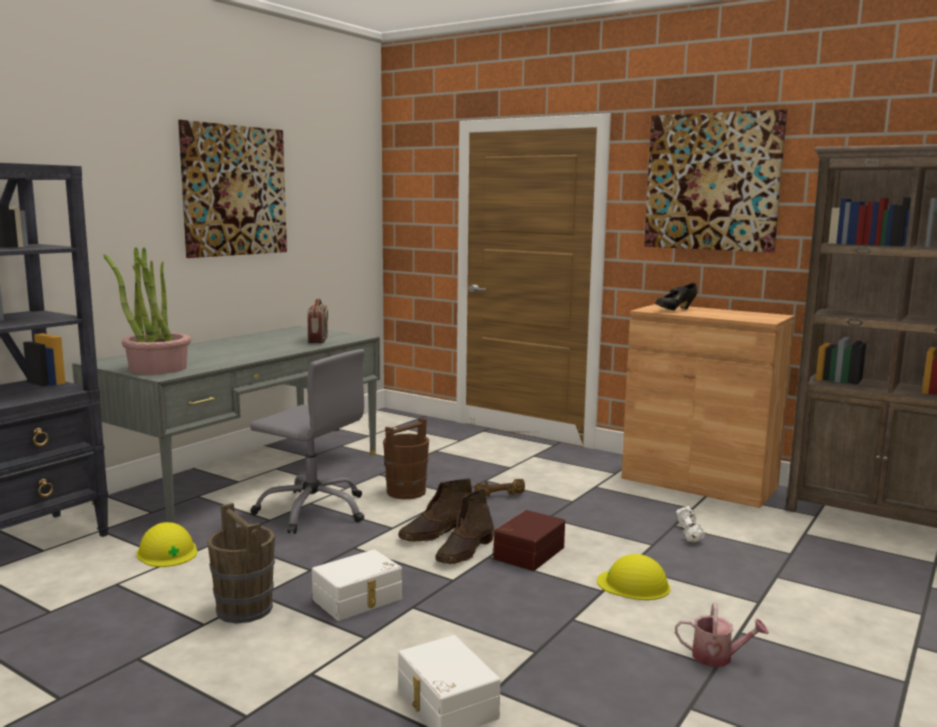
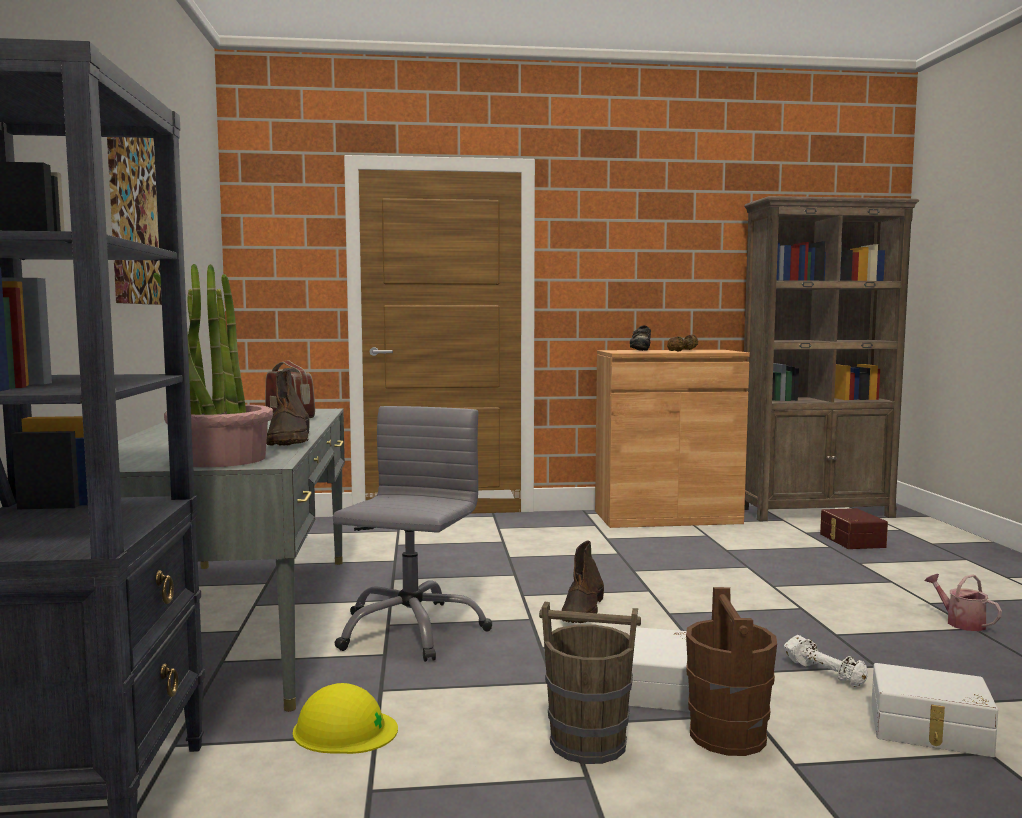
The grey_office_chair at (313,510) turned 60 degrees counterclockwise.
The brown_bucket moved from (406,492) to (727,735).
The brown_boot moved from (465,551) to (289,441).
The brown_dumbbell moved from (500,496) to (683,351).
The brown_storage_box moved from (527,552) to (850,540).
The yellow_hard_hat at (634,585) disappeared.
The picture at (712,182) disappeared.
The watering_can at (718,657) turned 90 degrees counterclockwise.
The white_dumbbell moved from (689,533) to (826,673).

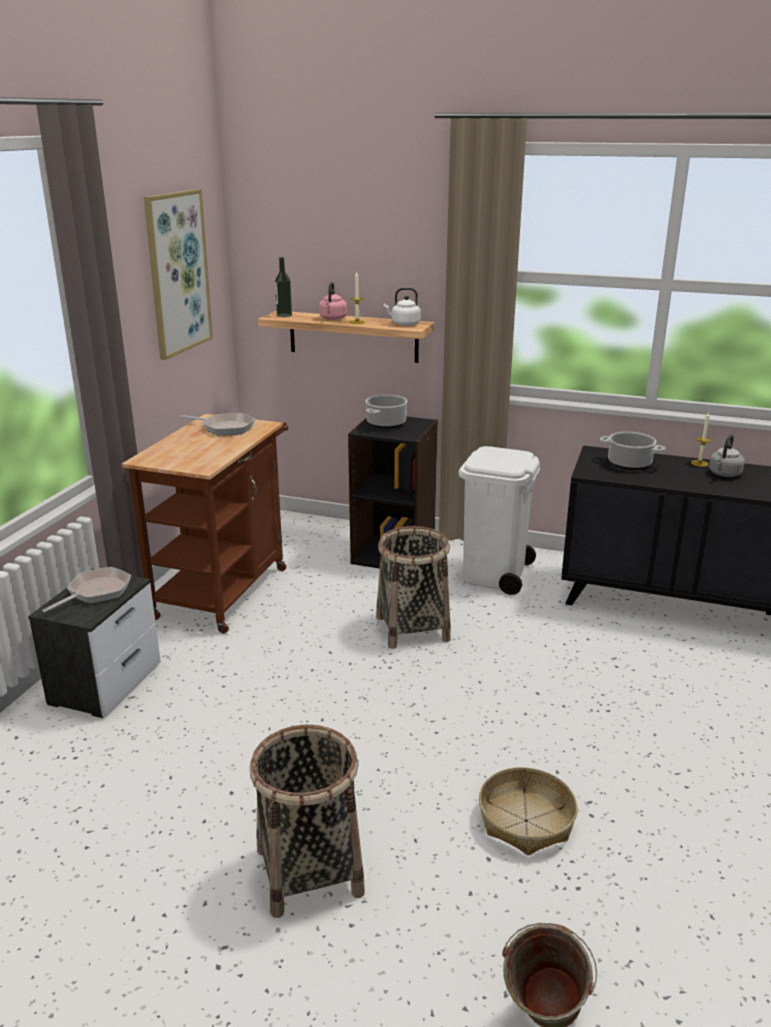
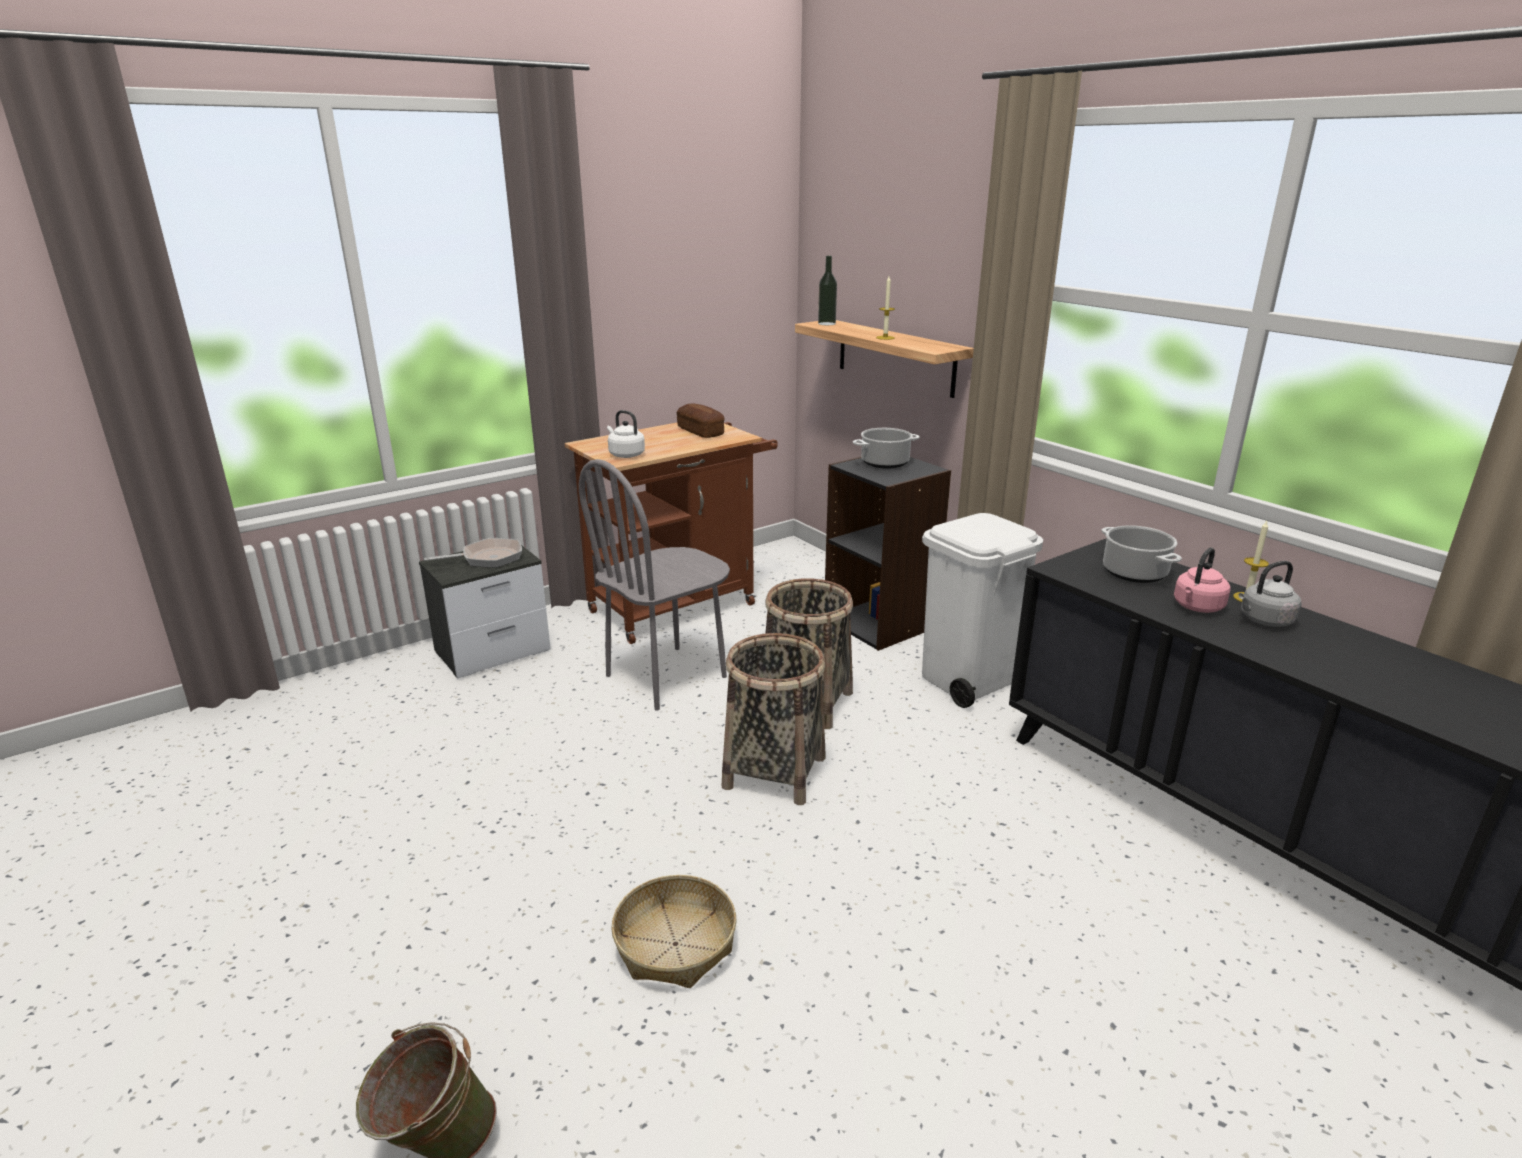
The picture at (177,273) disappeared.
The frying_pan at (225,428) was replaced by the bread at (700,432).
The basket moved from (310,871) to (775,772).
The pink_kettle moved from (333,318) to (1197,607).
The white_kettle moved from (404,324) to (625,455).
The grey_chair at (666,676) appeared.

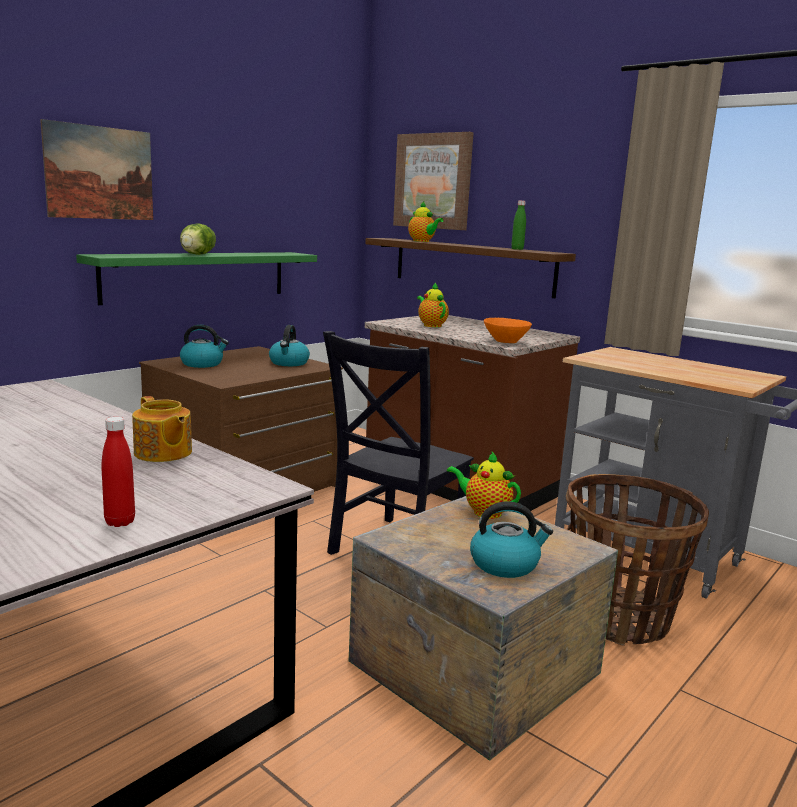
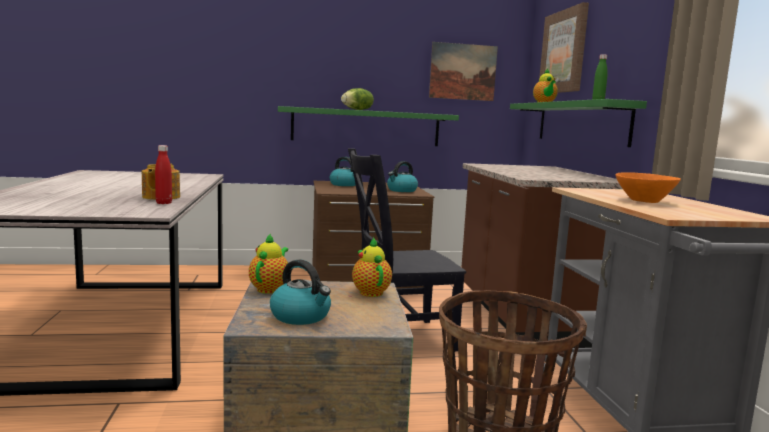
The picture moved from (100,173) to (463,72).
The red_bottle moved from (120,522) to (164,203).
The brown_shelf at (472,266) became the green_shelf at (580,123).
The teapot moved from (431,325) to (270,288).
The orange_bowl moved from (506,342) to (644,201).

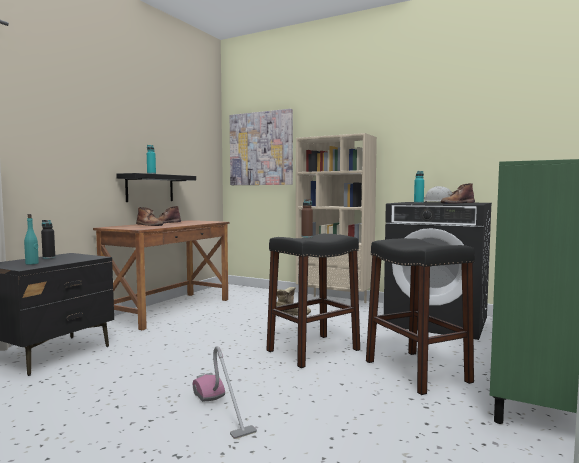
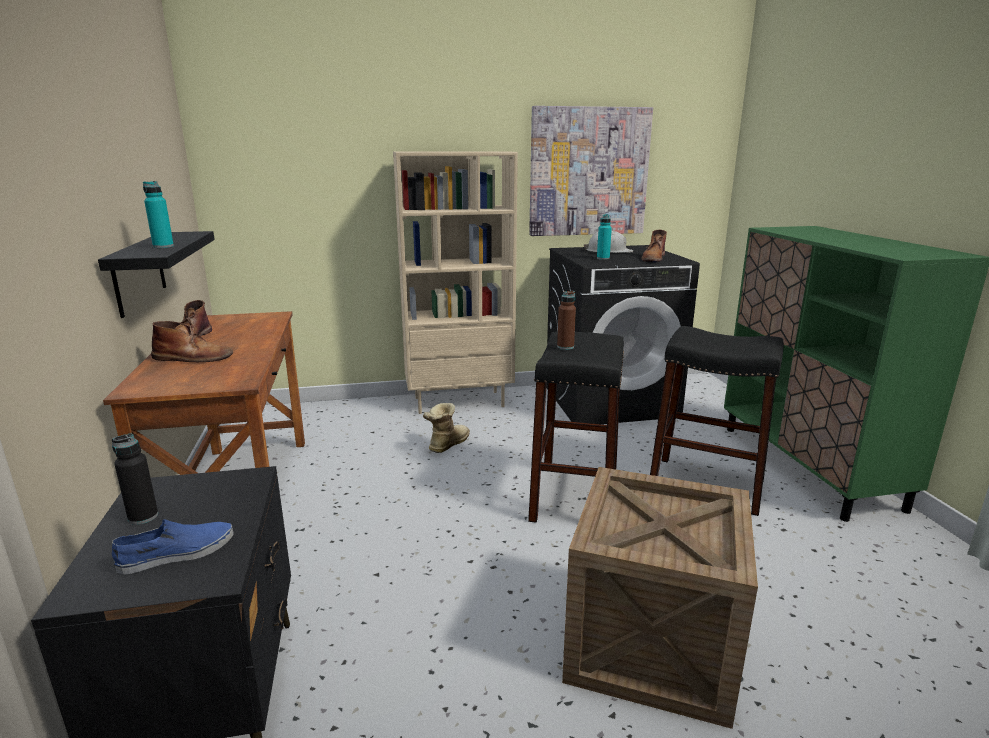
The turquoise_bottle at (32,263) was replaced by the blue_shoe at (177,554).
The vacuum_cleaner at (222,410) was replaced by the crate at (651,644).
The picture moved from (261,149) to (588,172).

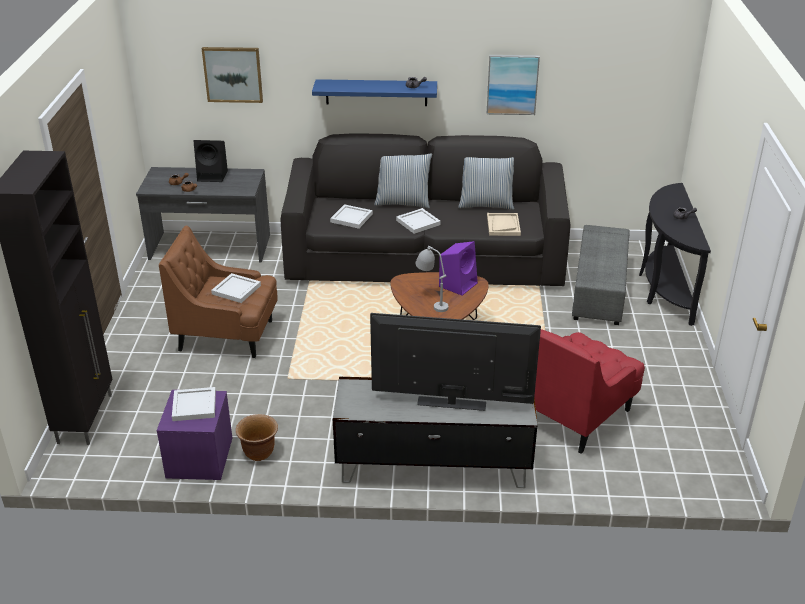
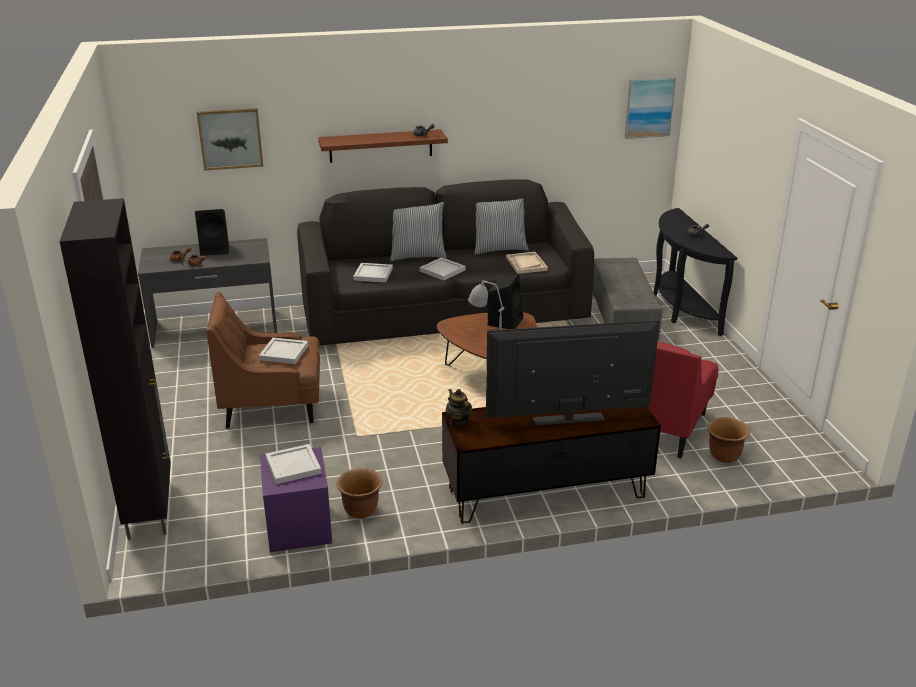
The blue_shelf at (376,92) became the brown_shelf at (380,146).
The grey_tv_stand at (433,465) became the brown_tv_stand at (545,492).
The purple_speaker at (458,284) became the black_speaker at (505,321).
The picture moved from (512,84) to (649,107).
The teapot at (458,421) appeared.
The brown_planter at (724,456) appeared.

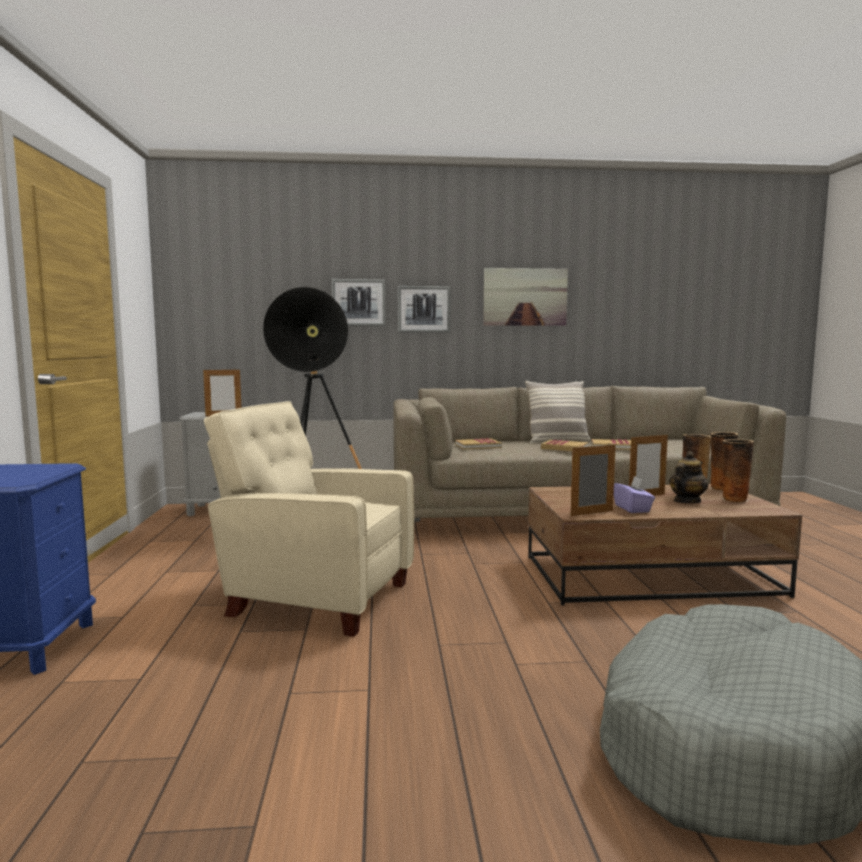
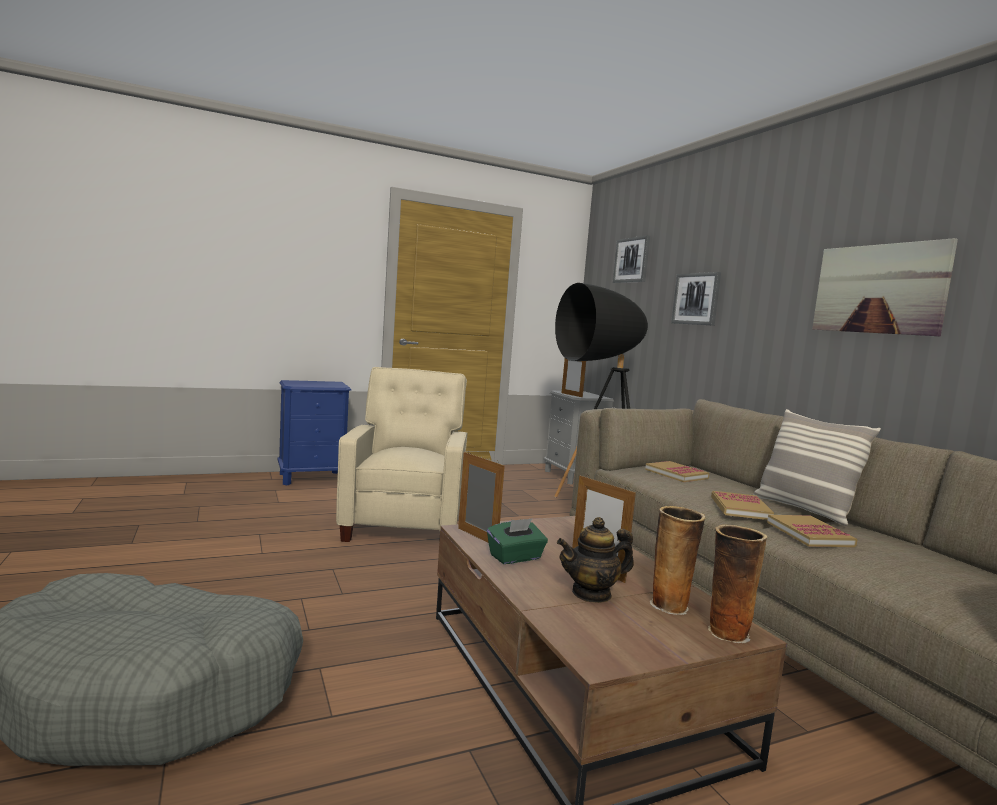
The picture moved from (424,309) to (632,260).
The purple_tissue_box at (632,509) became the green_tissue_box at (515,557).
The teapot at (686,501) turned 135 degrees clockwise.
The vase at (733,500) disappeared.

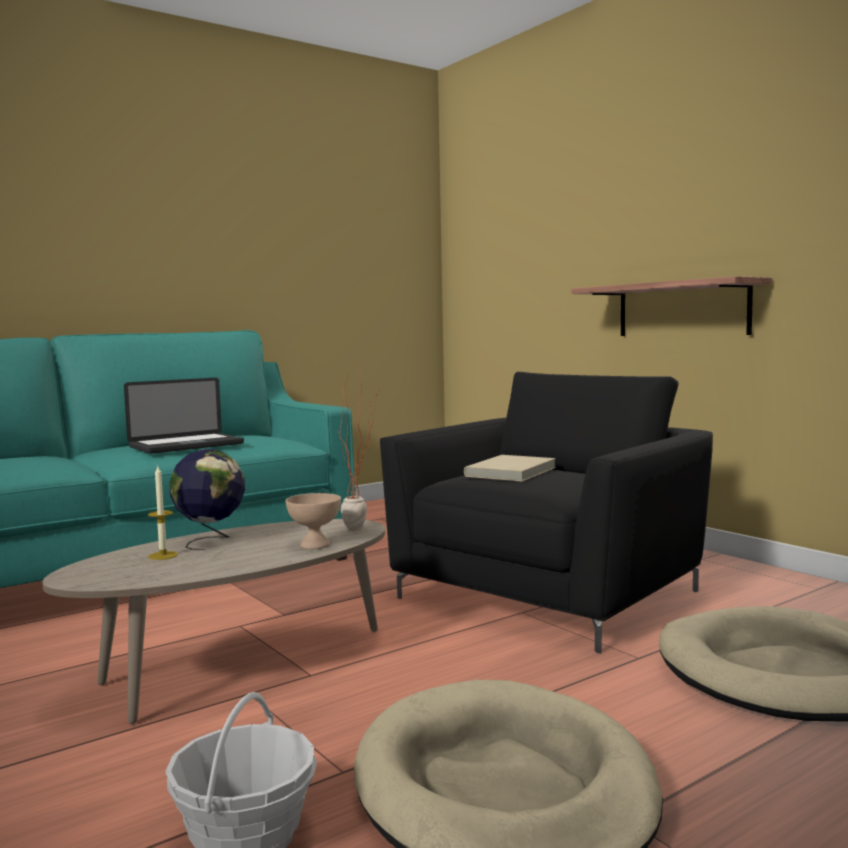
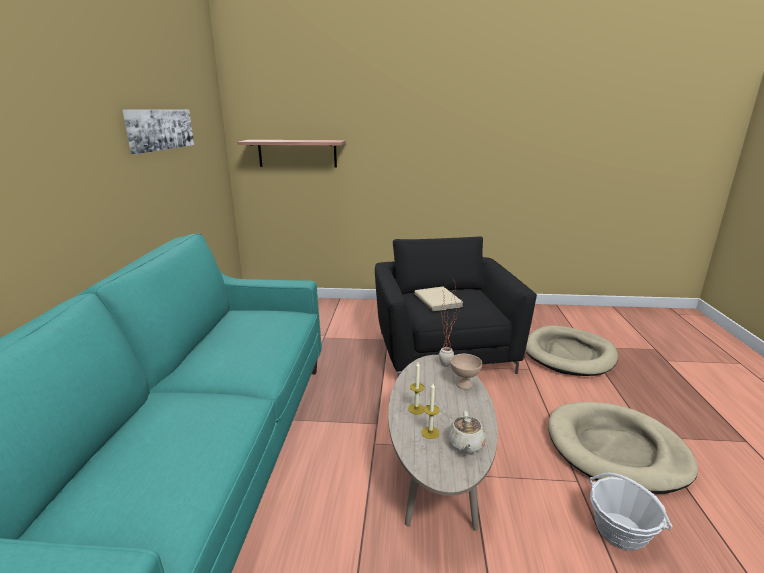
The laptop at (186,445) disappeared.
The globe at (210,541) was replaced by the candle at (416,409).
The shelf moved from (682,309) to (297,153).
The picture at (160,129) appeared.
The beige_teapot at (465,445) appeared.

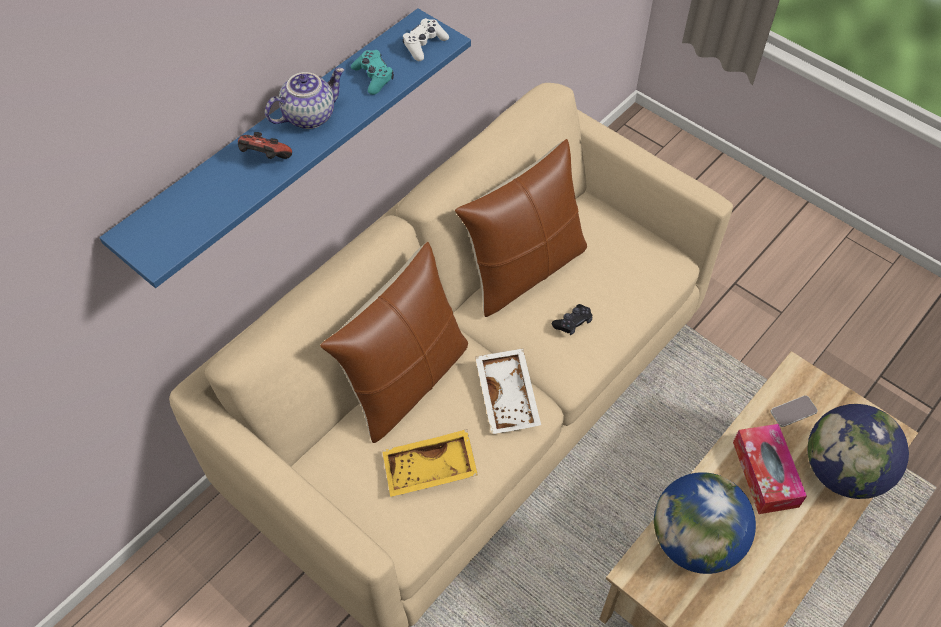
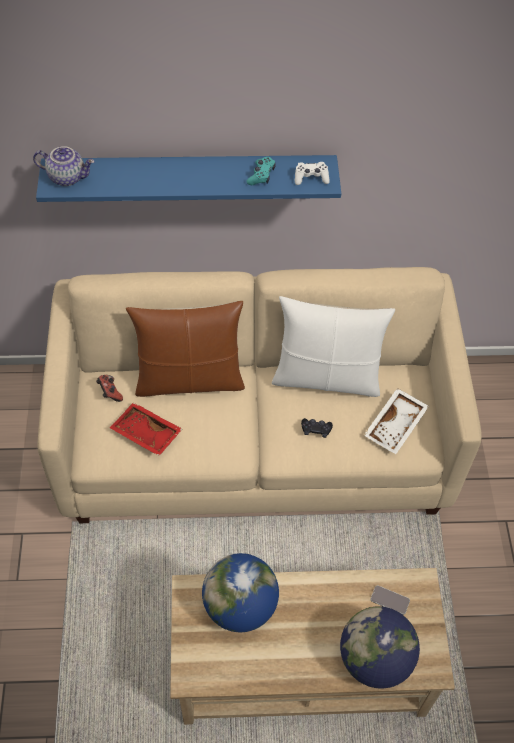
The game_controller moved from (265,158) to (110,393).
The teapot moved from (309,115) to (67,177).
The yellow_tray at (430,470) became the red_tray at (145,434).
The brown_pillow at (523,269) became the white_pillow at (327,377).
The white_tray moved from (509,396) to (396,426).
The tissue_box at (765,474) disappeared.

